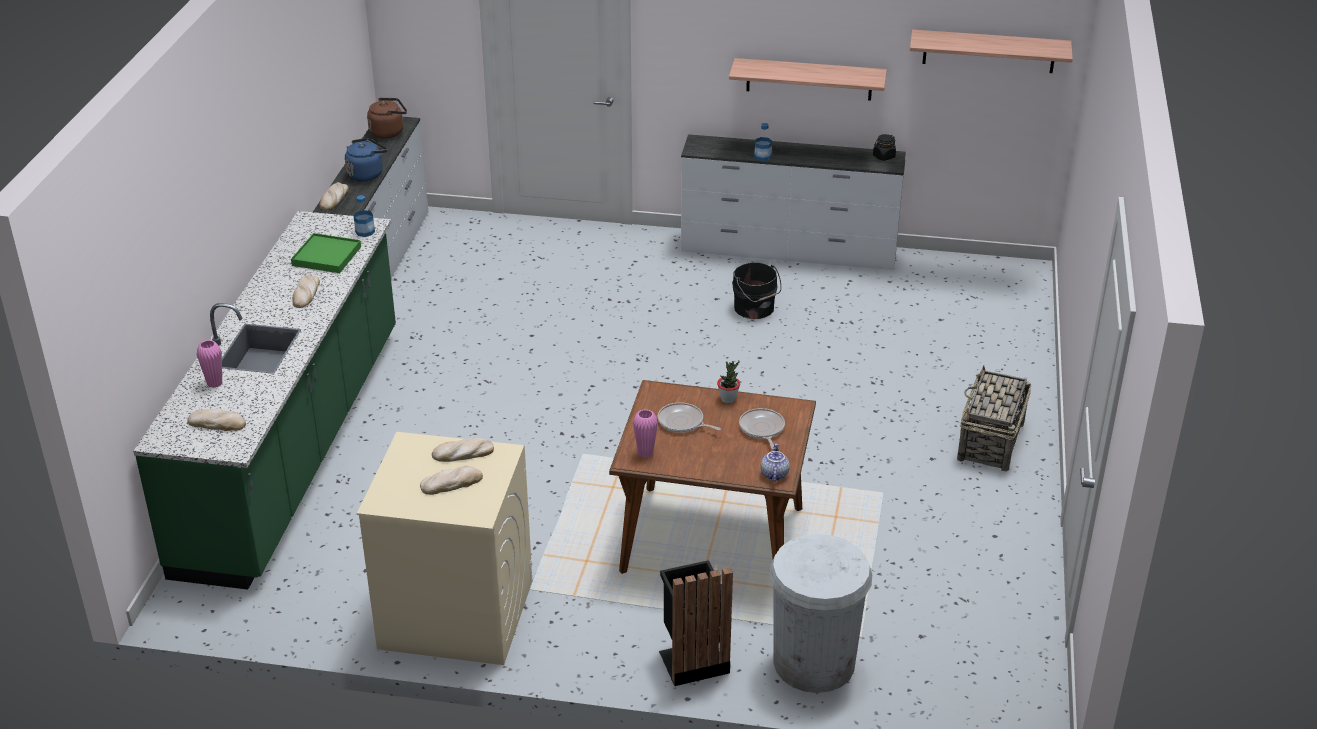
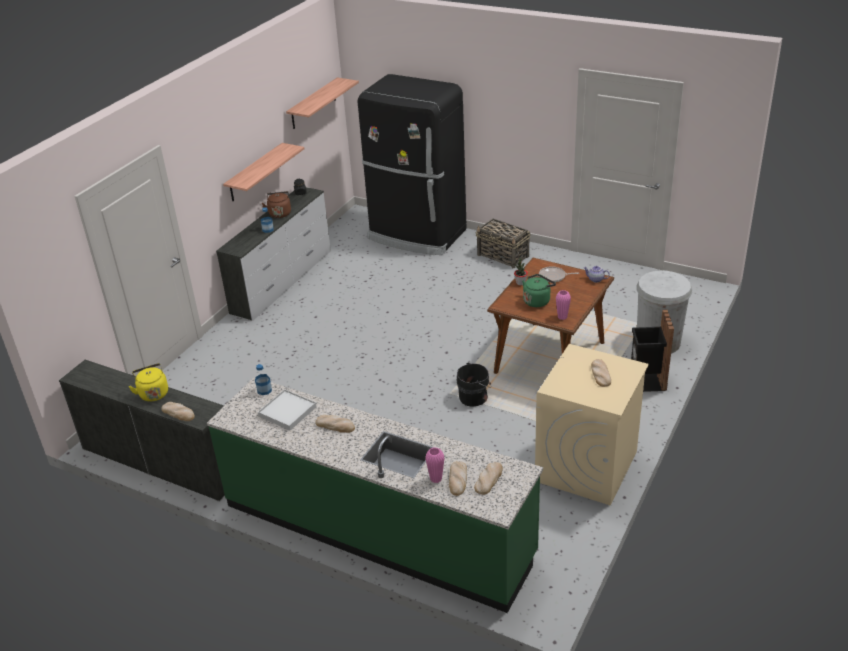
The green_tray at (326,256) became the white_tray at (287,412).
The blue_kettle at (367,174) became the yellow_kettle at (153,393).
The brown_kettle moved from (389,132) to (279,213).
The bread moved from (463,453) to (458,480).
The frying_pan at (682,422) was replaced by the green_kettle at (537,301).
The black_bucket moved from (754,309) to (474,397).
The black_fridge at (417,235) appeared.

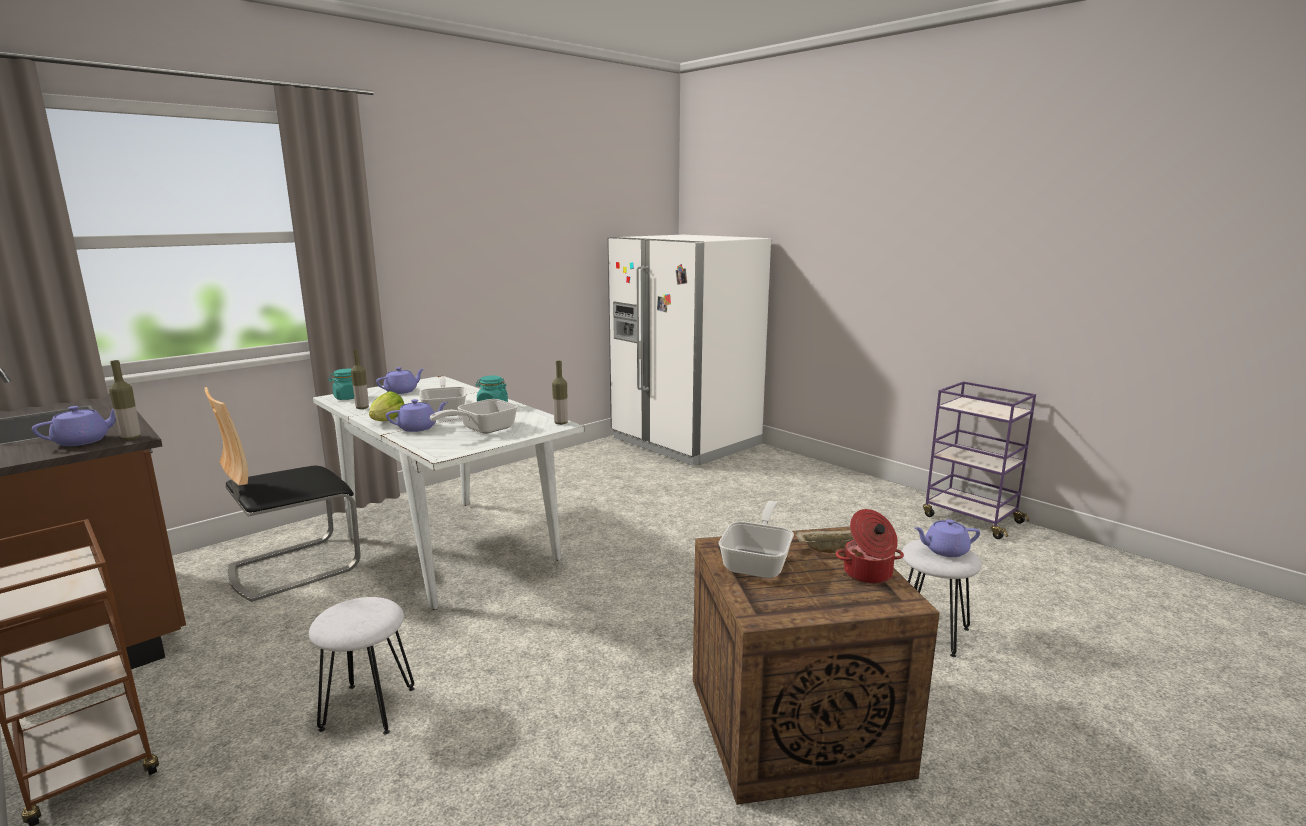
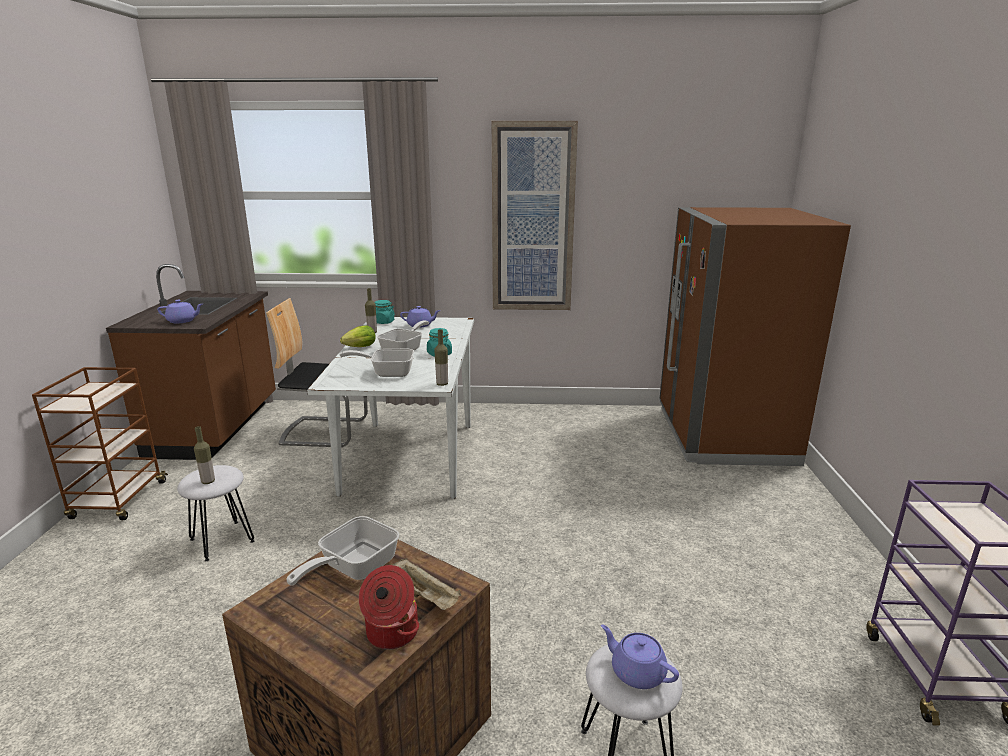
The bottle moved from (131,438) to (208,481).
The purple_teapot at (418,428) disappeared.
The white_fridge at (685,442) became the brown_fridge at (723,435).
The frying_pan at (758,562) turned 150 degrees clockwise.
The picture at (532,219) appeared.

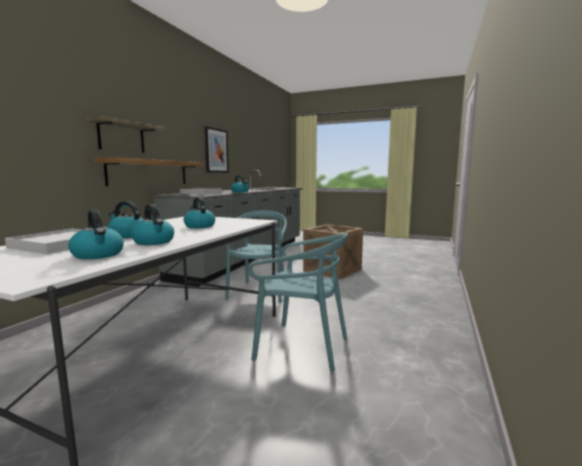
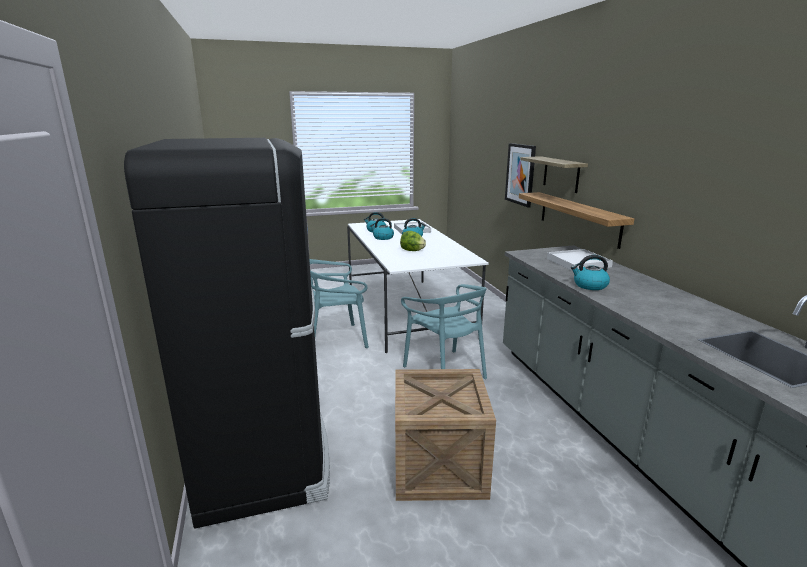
The kettle at (199,226) was replaced by the lettuce at (412,251).
The picture moved from (216,150) to (520,174).
The black_fridge at (264,451) appeared.

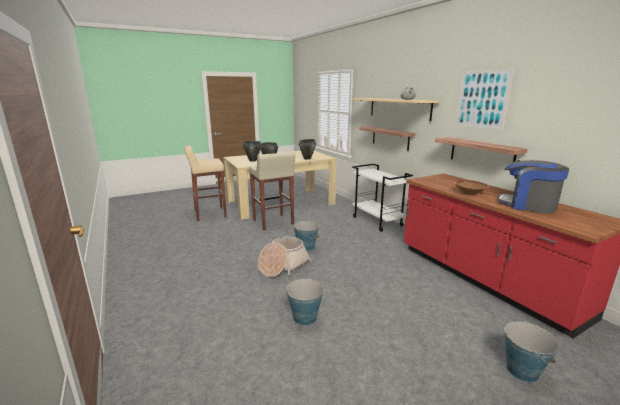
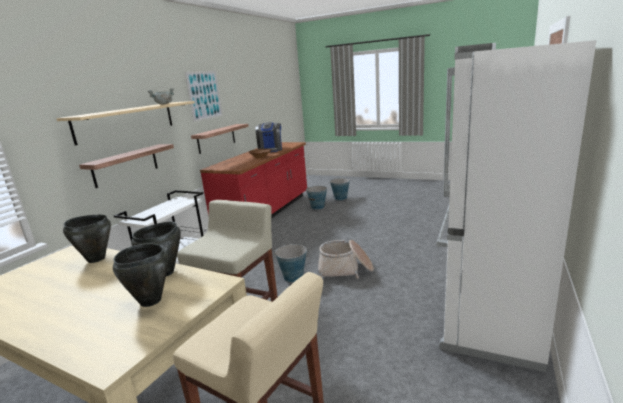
The bucket moved from (304,318) to (318,207).
The white_fridge at (487,317) appeared.

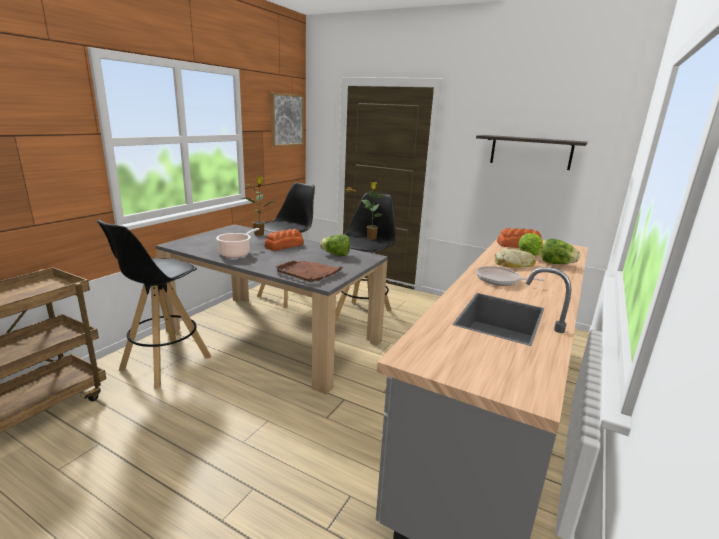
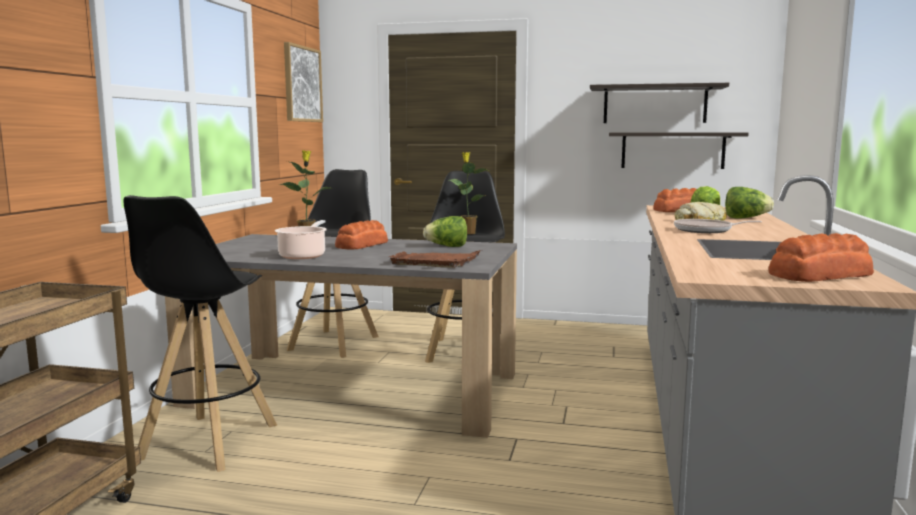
The shelf at (672,150) appeared.
The bread at (818,275) appeared.

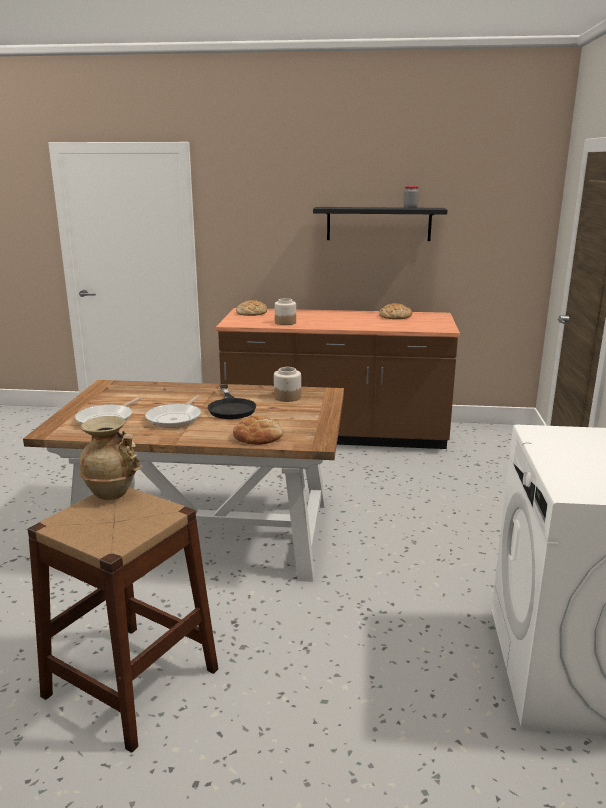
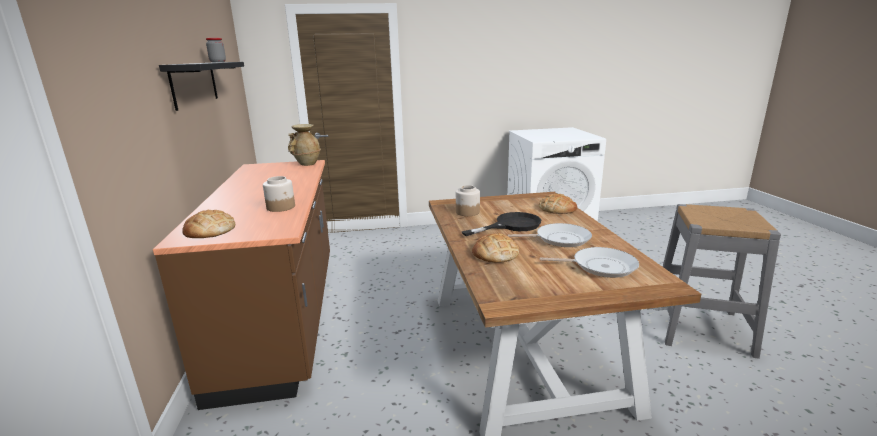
The brown_stool at (132,682) became the grey_stool at (700,328).
The beige_vase moved from (113,492) to (306,164).
The bread moved from (395,316) to (495,254).

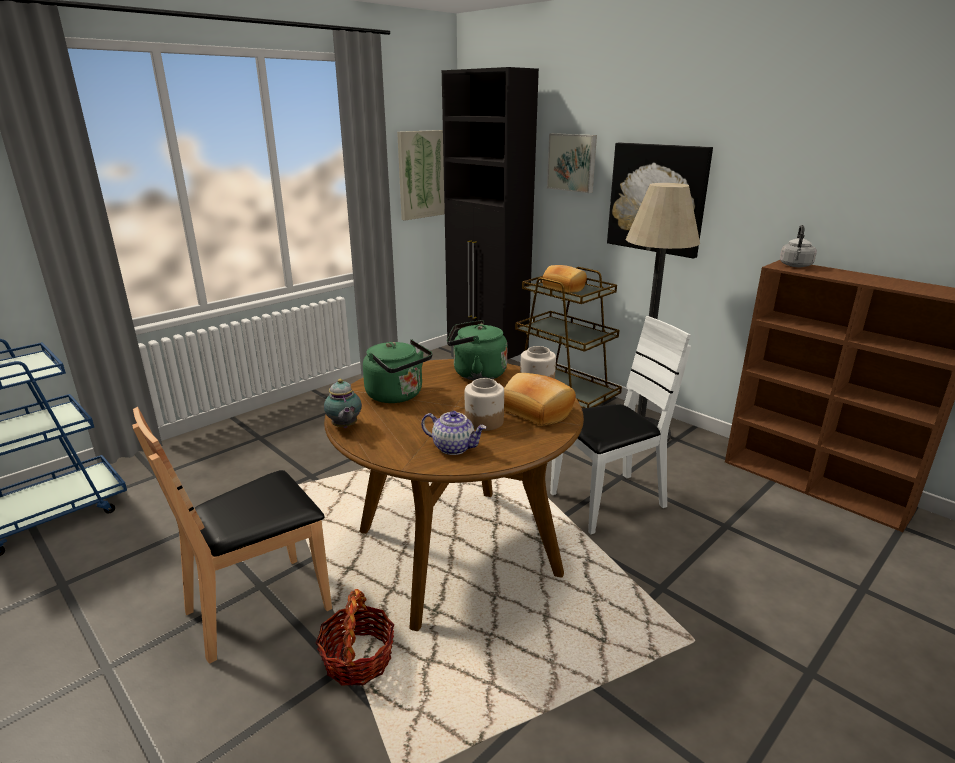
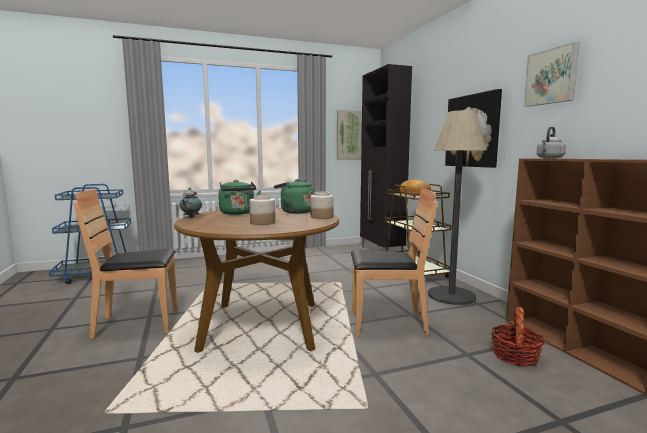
The basket moved from (358,659) to (515,356).
The teapot at (454,447) disappeared.
The bread at (536,412) disappeared.
The picture moved from (572,162) to (552,77).
The white_chair at (607,502) became the brown_chair at (387,324).

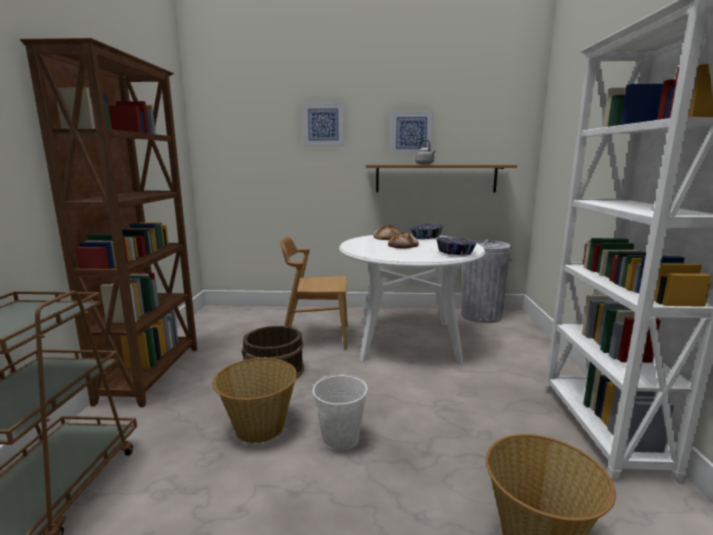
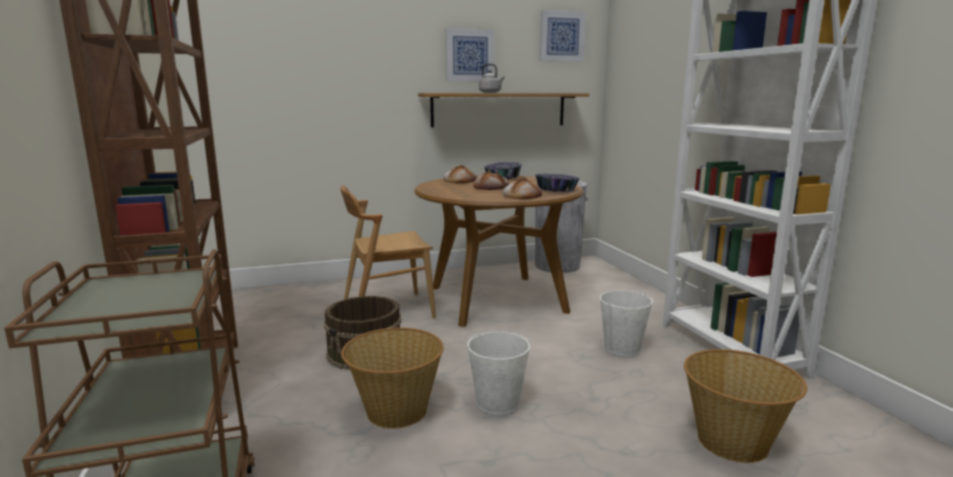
The picture moved from (323,124) to (561,36).
The white_dining_table at (407,340) became the brown_dining_table at (497,299).
The bread at (522,195) appeared.
The white_bucket at (622,349) appeared.

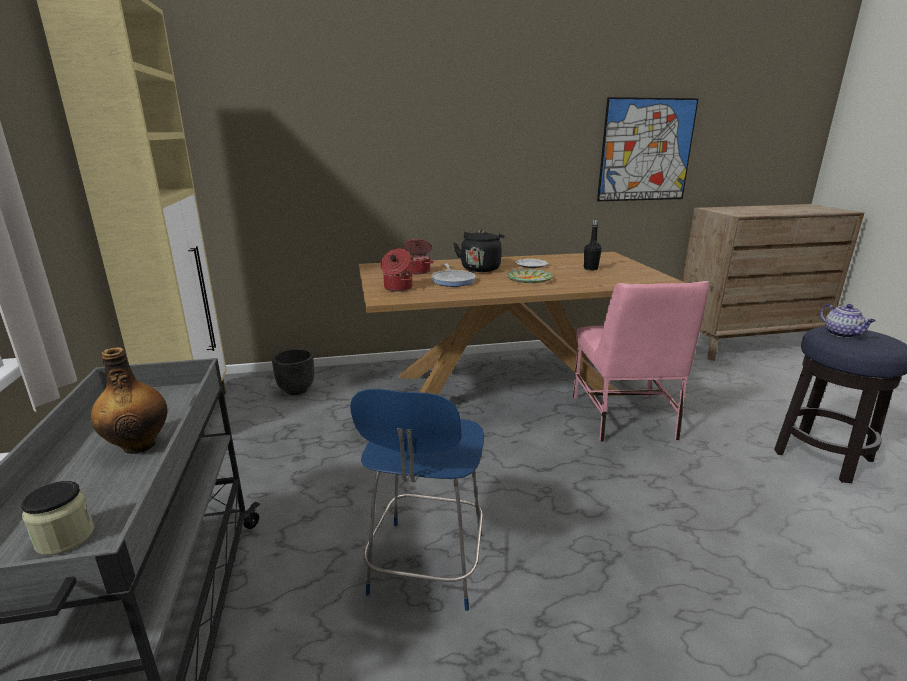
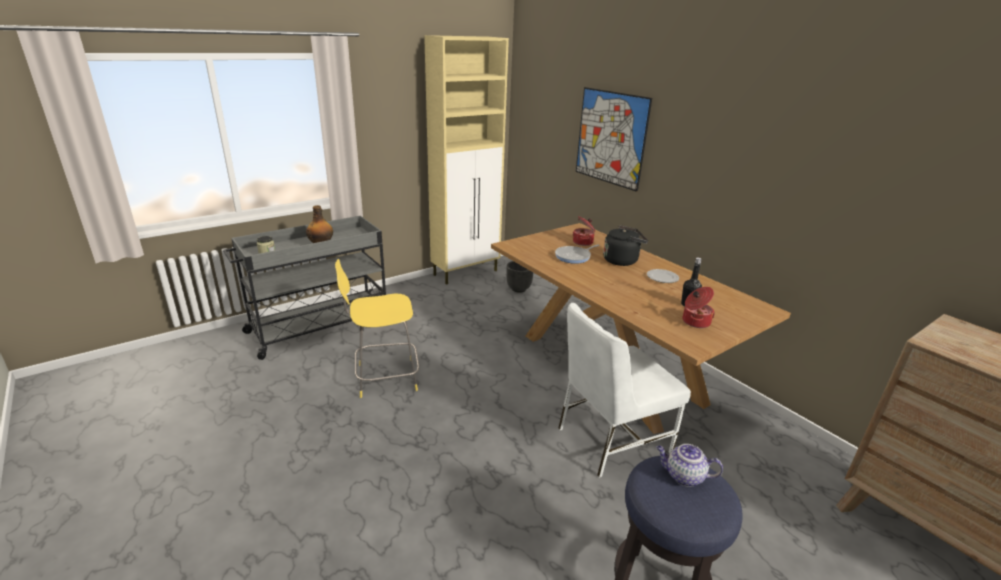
The blue_stool at (426,567) became the yellow_stool at (384,378).
The cooking_pot moved from (397,288) to (695,321).
The plate at (529,279) disappeared.
The pink_chair at (624,418) became the white_chair at (611,439).
The picture moved from (646,150) to (611,138).
The teapot at (842,334) turned 60 degrees clockwise.

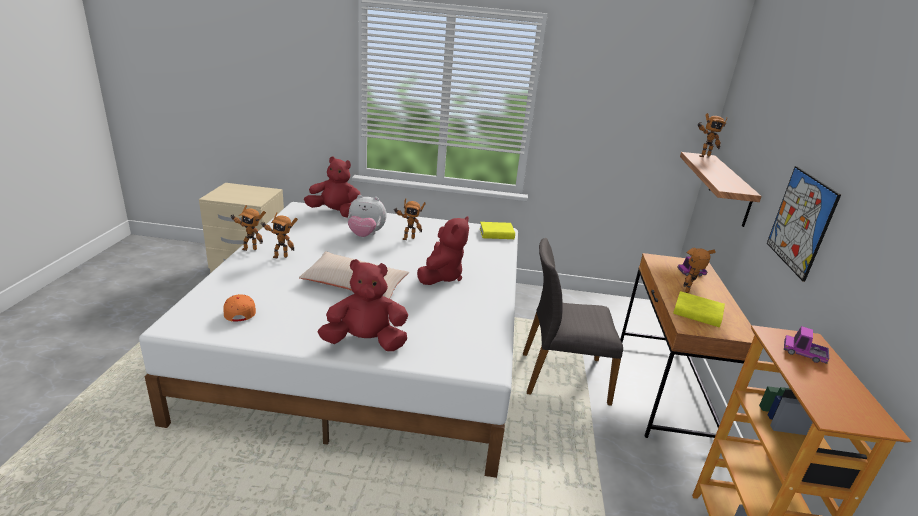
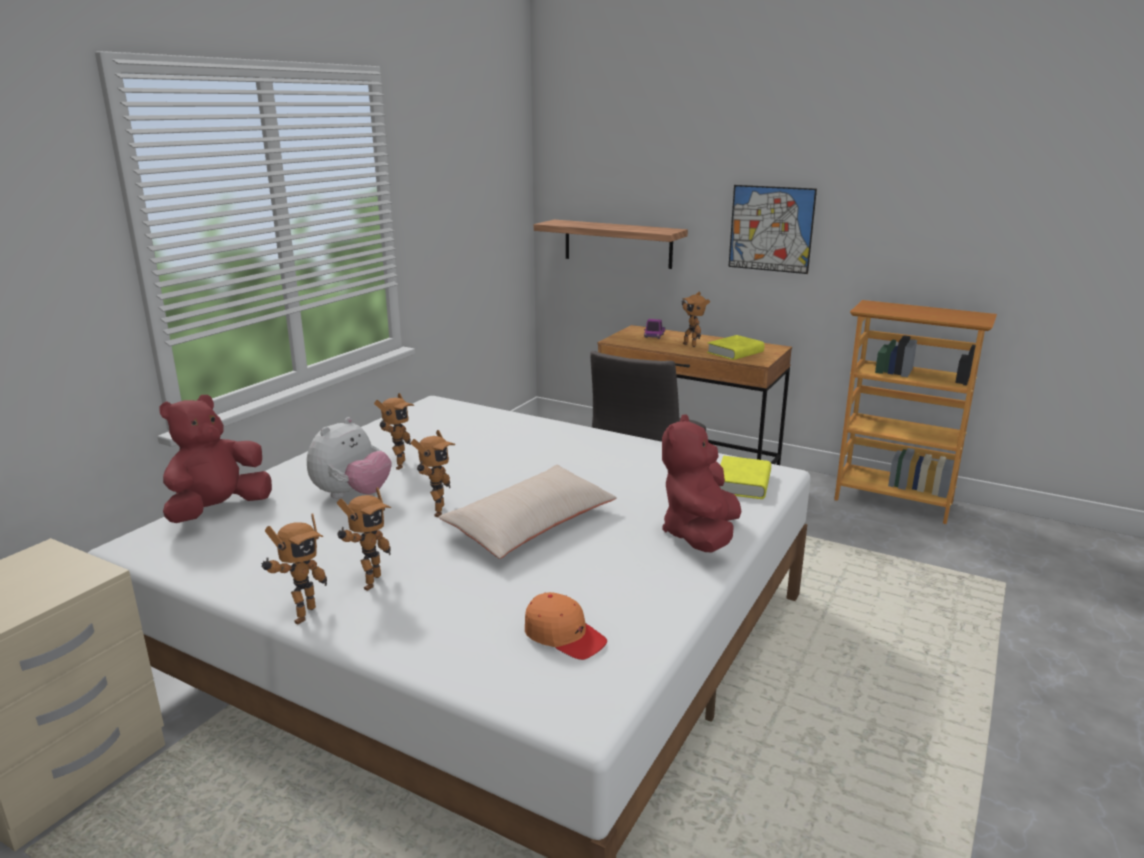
The orange_cap at (240,311) turned 150 degrees counterclockwise.
The red_plush_toy at (441,276) disappeared.
The yellow_book moved from (496,234) to (742,483).
The toy_robot moved from (703,155) to (435,511).
The toy_truck at (803,353) disappeared.

